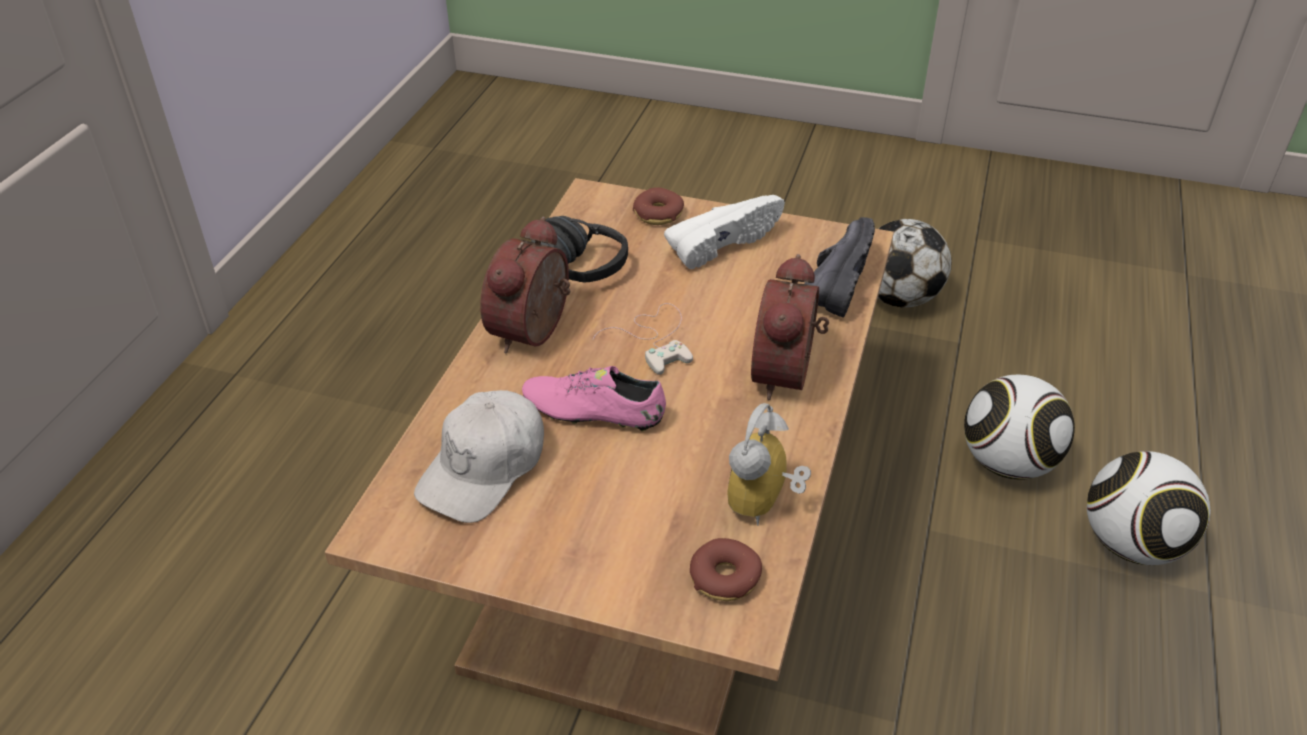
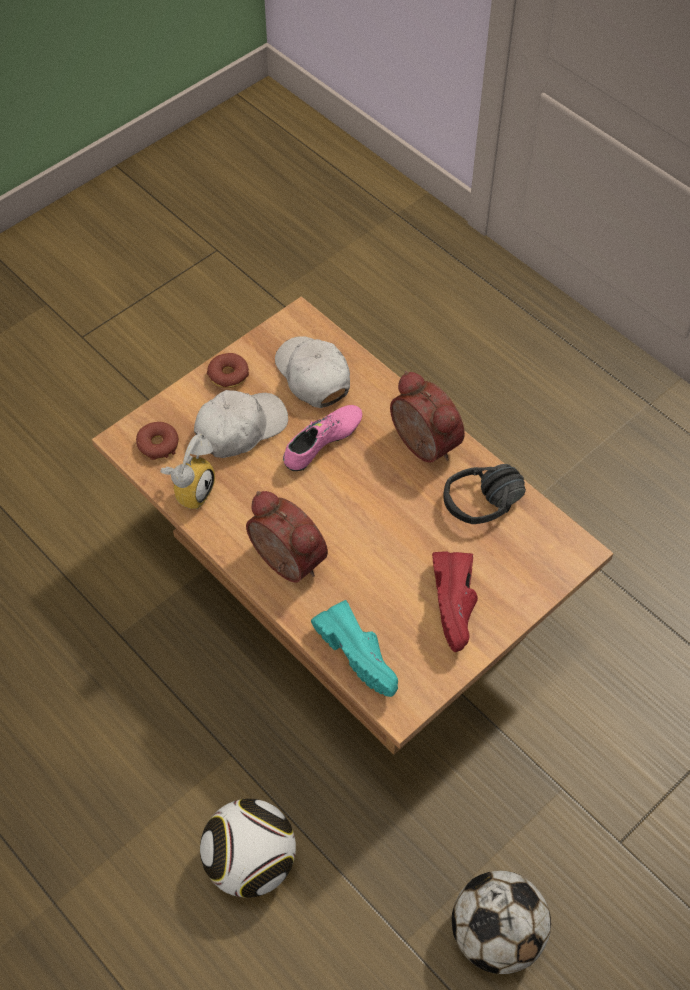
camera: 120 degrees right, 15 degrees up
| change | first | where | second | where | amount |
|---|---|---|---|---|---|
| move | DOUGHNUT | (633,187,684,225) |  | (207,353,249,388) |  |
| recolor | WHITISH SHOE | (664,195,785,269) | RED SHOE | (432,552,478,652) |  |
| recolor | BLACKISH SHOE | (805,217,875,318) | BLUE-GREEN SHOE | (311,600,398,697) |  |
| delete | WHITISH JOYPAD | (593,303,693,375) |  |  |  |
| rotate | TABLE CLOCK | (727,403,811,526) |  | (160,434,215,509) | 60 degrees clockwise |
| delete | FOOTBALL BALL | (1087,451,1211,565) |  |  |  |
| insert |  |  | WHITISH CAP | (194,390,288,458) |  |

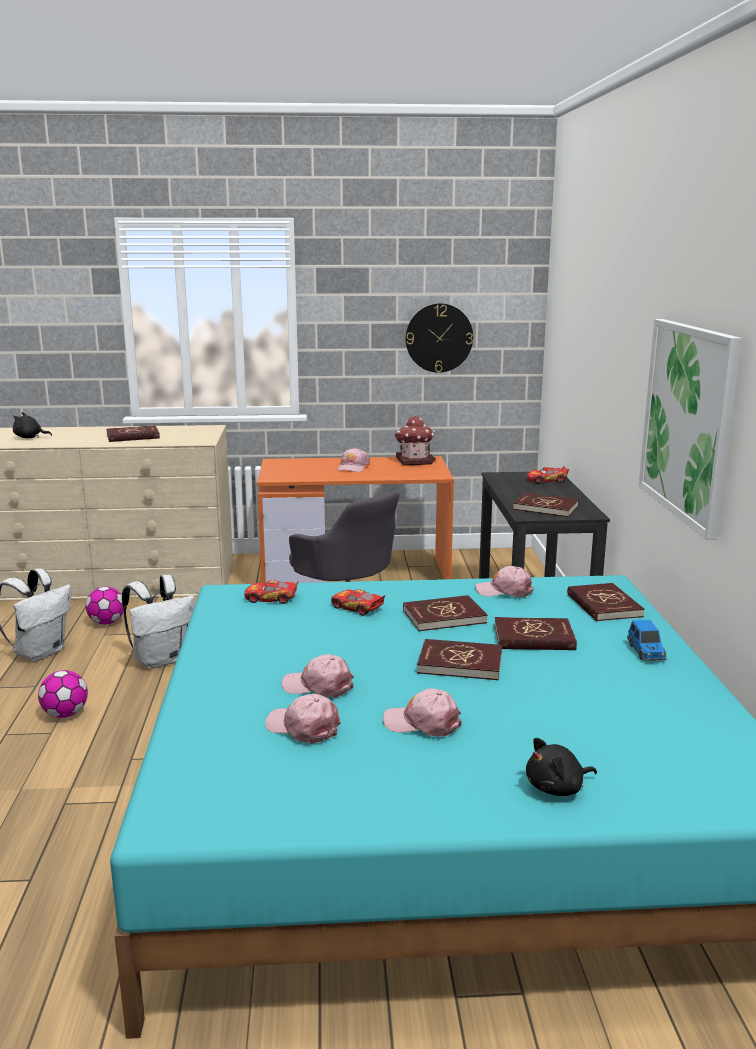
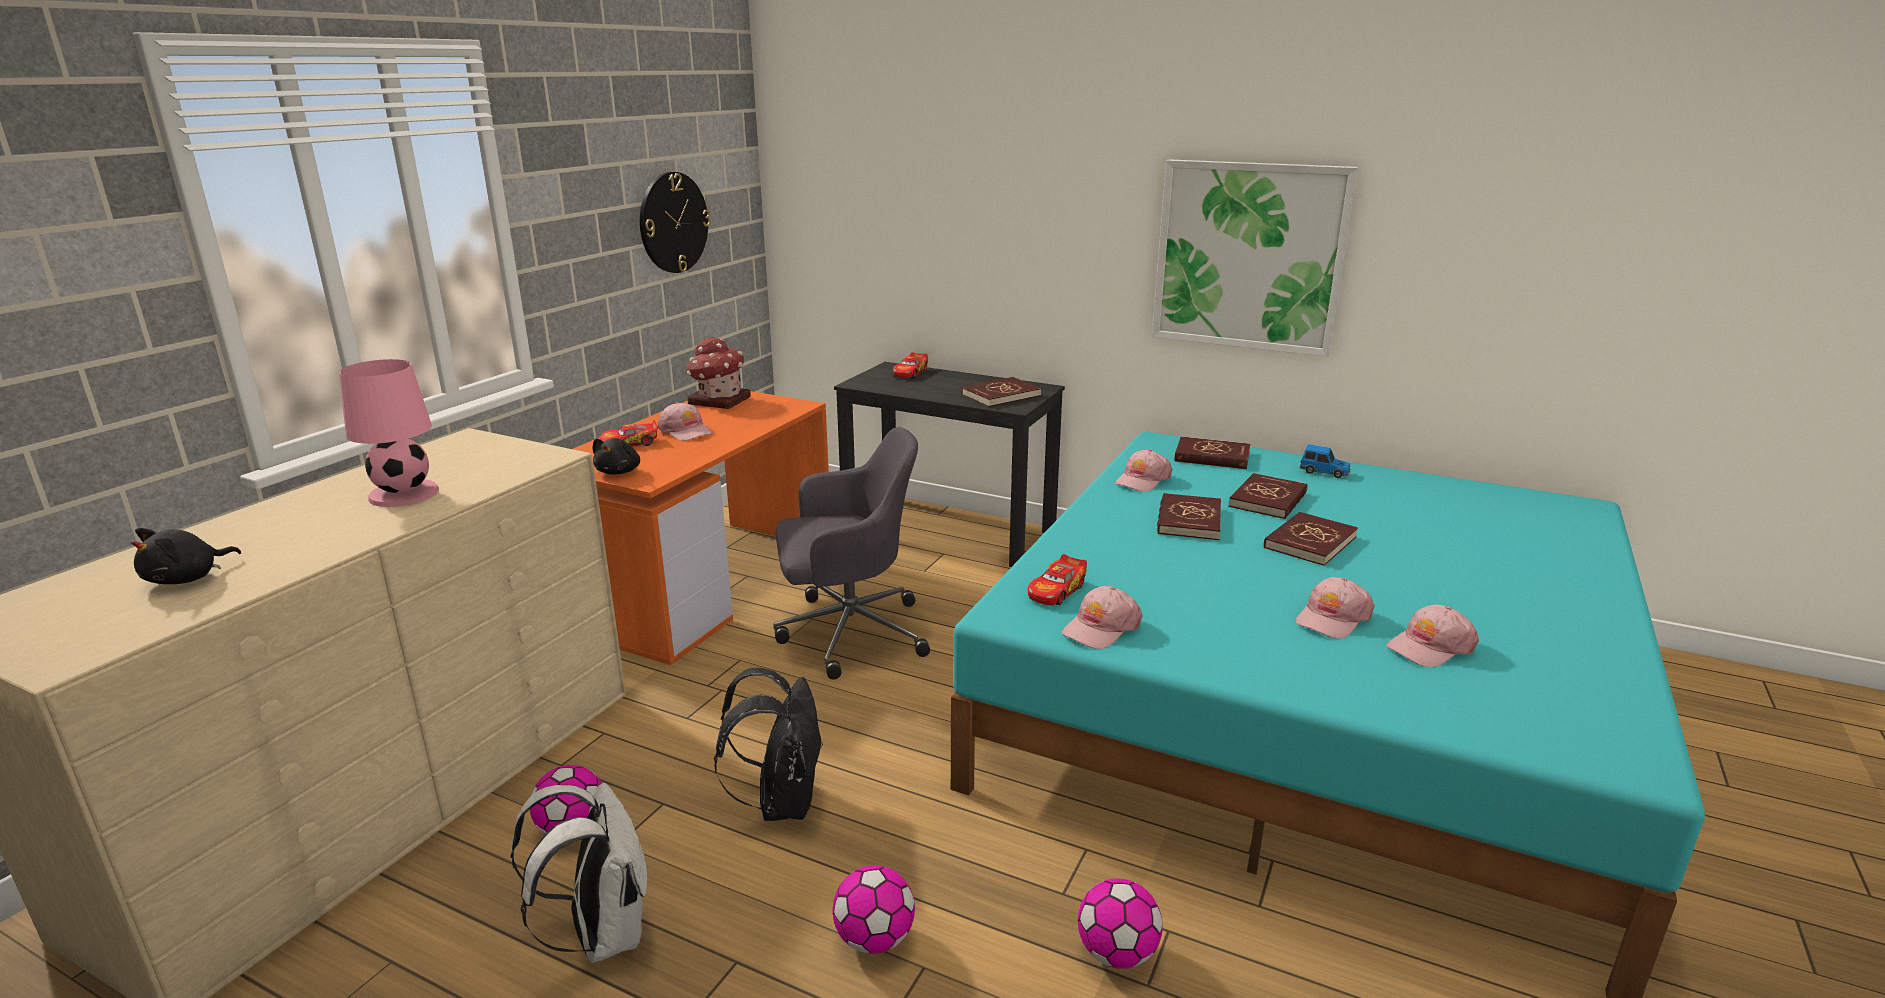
camera: 60 degrees left, 5 degrees up
| change | first | where | second | where | amount |
|---|---|---|---|---|---|
| replace | RED VOLUME | (106,425,160,442) | PINKISH TABLE LAMP | (339,359,439,507) |  |
| recolor | WHITISH RUCKSACK | (122,575,195,669) | BLACKISH RUCKSACK | (714,668,823,821) |  |
| move | MODEL CAR | (331,589,385,616) |  | (599,420,659,447) |  |
| move | PINKISH CAP | (383,688,462,737) |  | (1061,586,1142,649) |  |
| move | BLACKISH PLUSH TOY | (526,738,597,796) |  | (593,438,640,475) |  |
| insert |  |  | FOOTBALL BALL | (1078,879,1163,969) |  |

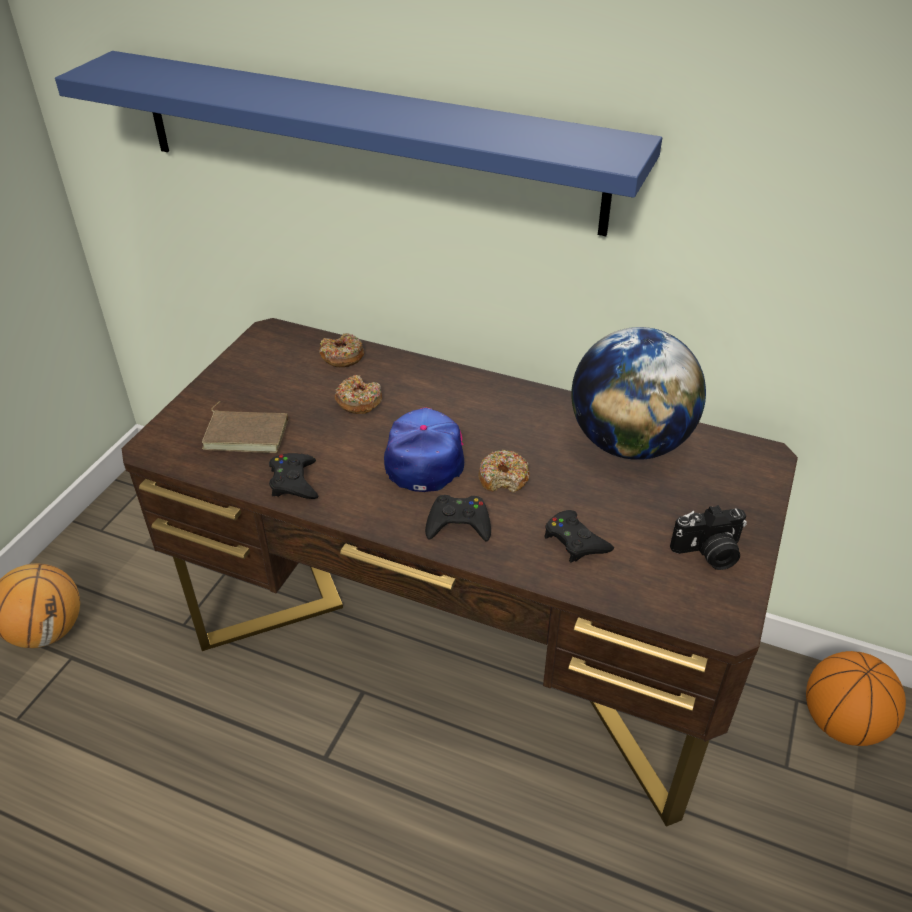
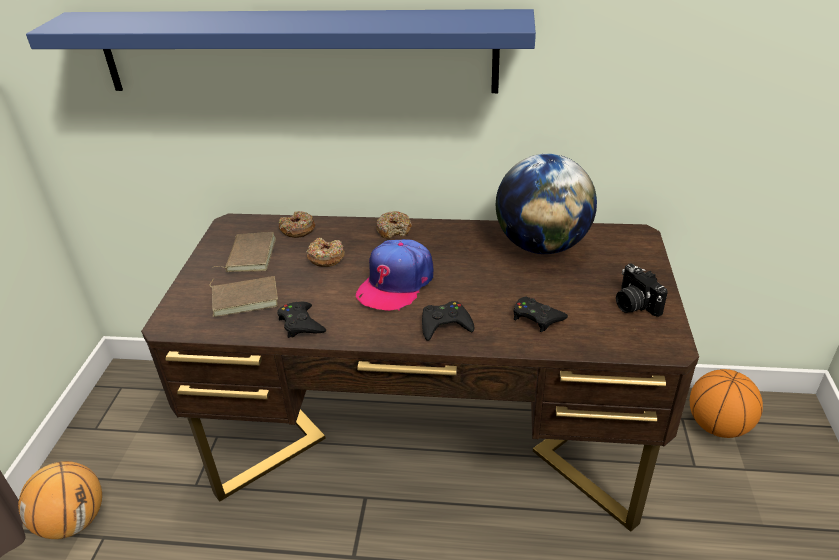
camera: 15 degrees left, 5 degrees down
| change | first | where | second | where | amount |
|---|---|---|---|---|---|
| rotate | CAP | (384,407,464,492) |  | (356,239,434,311) | 135 degrees counterclockwise |
| move | DOUGHNUT | (478,450,530,493) |  | (376,211,412,239) |  |
| rotate | PHOTO CAMERA | (670,505,747,570) |  | (616,264,668,317) | 90 degrees clockwise |
| insert |  |  | BROWNISH VOLUME | (212,232,276,272) |  |

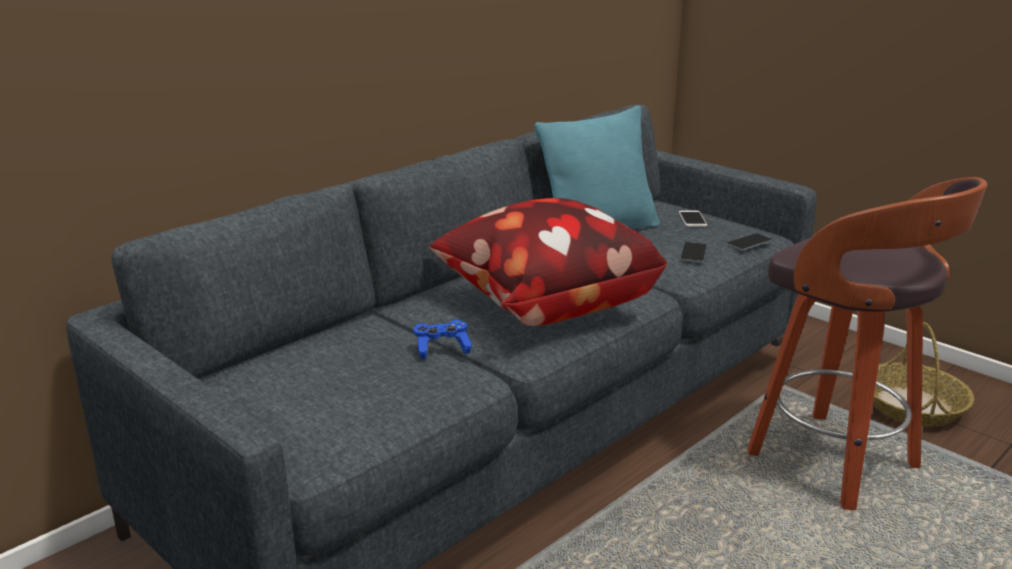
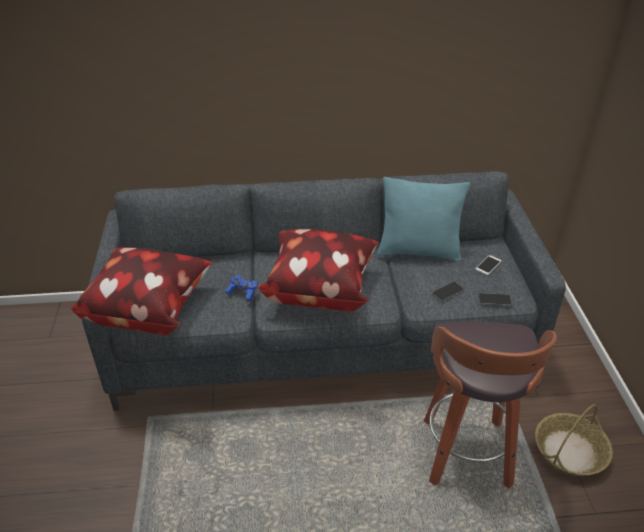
camera: 40 degrees right, 15 degrees up
| change | first | where | second | where | amount |
|---|---|---|---|---|---|
| insert |  |  | THROW PILLOW | (69,247,212,335) |  |

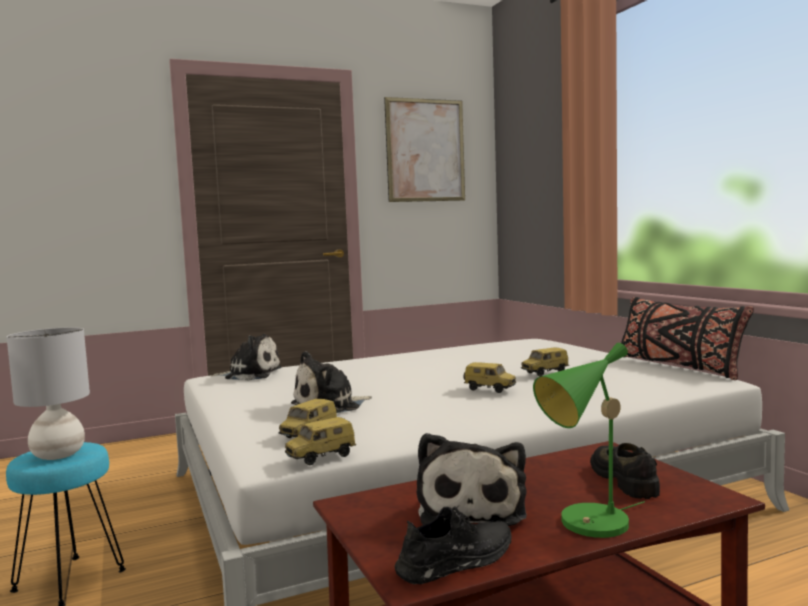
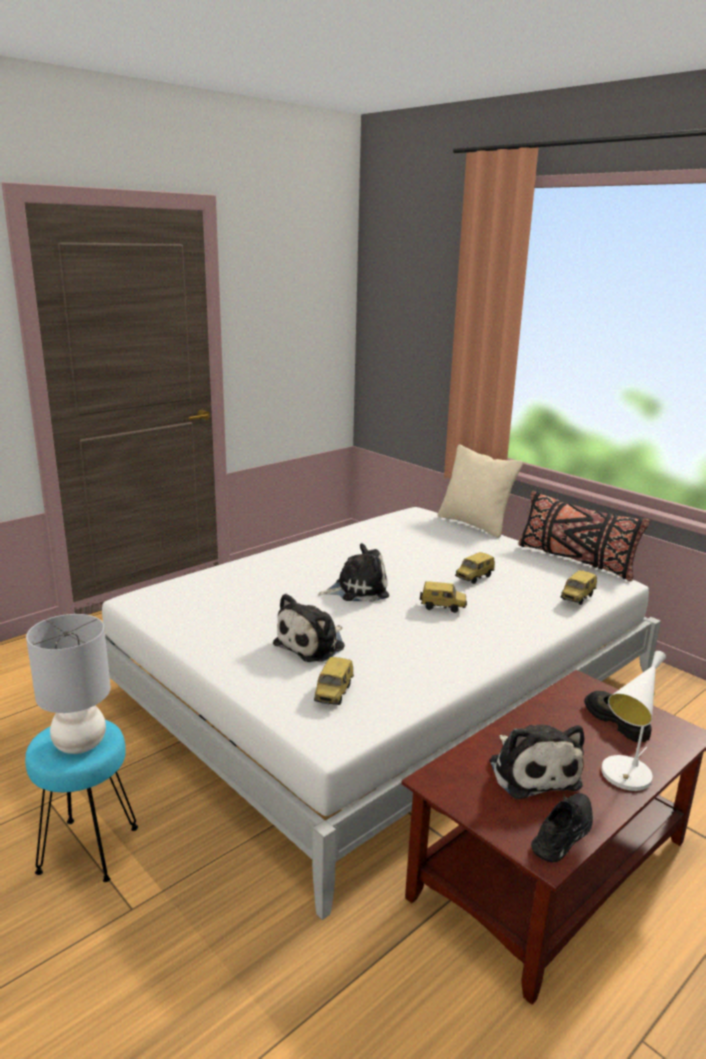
camera: 20 degrees left, 15 degrees up
| change | first | where | second | where | amount |
|---|---|---|---|---|---|
| delete | WALL ART | (384,97,465,202) |  |  |  |
| move | PLUSH TOY | (211,334,282,381) |  | (318,543,389,602) |  |
| recolor | GREEN-COLOURED TABLE LAMP | (533,343,645,538) | WHITISH TABLE LAMP | (602,651,666,791) |  |
| move | MODEL CAR | (285,417,356,465) |  | (560,570,597,605) |  |
| insert |  |  | BEIGE-COLOURED THROW PILLOW | (438,444,523,538) |  |

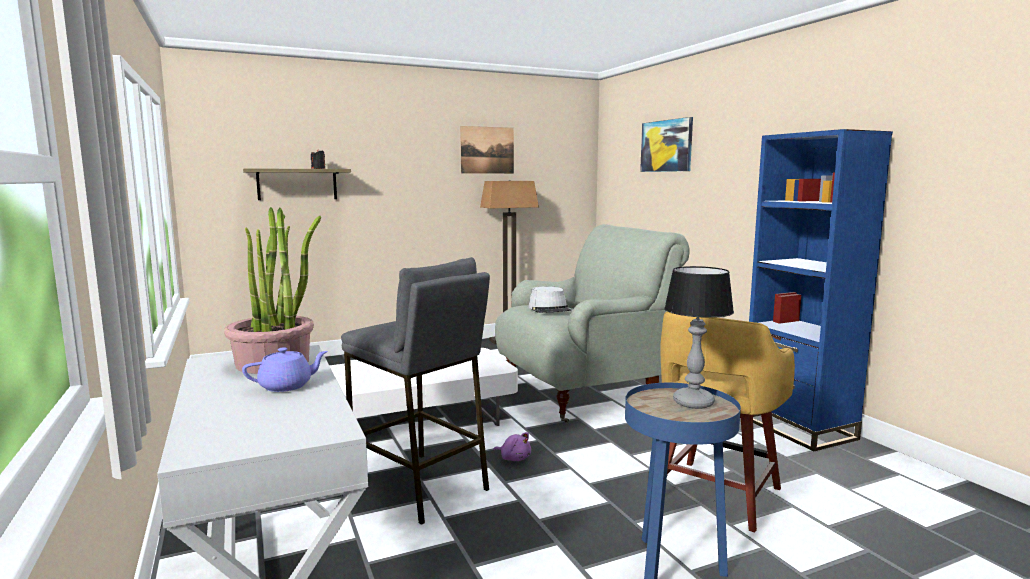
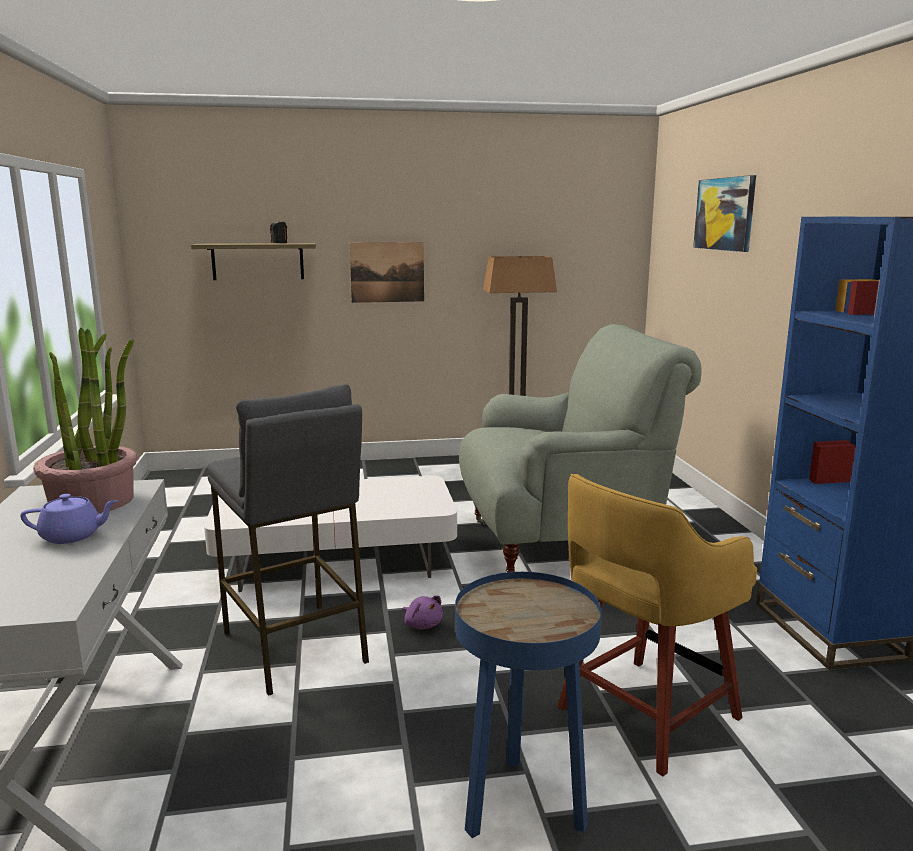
camera: 15 degrees right, 5 degrees up
| change | first | where | second | where | amount |
|---|---|---|---|---|---|
| move | WALL ART | (460,126,514,174) |  | (350,242,424,303) |  |
| delete | TABLE LAMP | (664,266,734,409) |  |  |  |
| delete | GREY CLOTHING HAT | (529,286,572,313) |  |  |  |

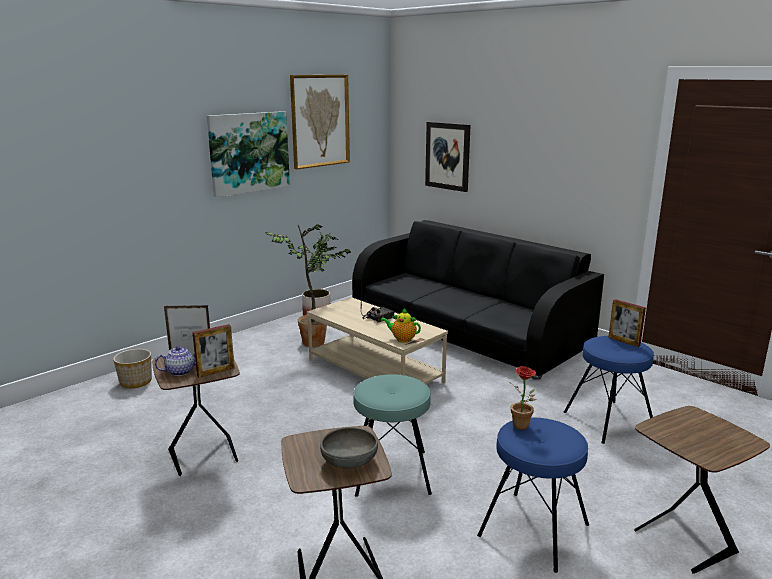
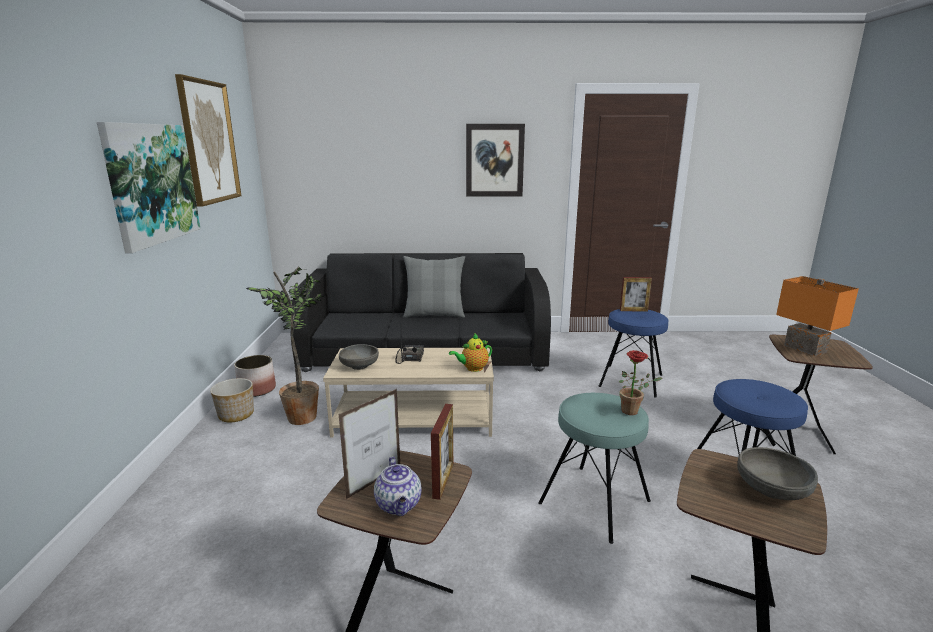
camera: 45 degrees left, 0 degrees up
| change | first | where | second | where | amount |
|---|---|---|---|---|---|
| move | WALL ART | (425,122,471,192) |  | (466,124,525,197) |  |
| rotate | TEA POT | (155,346,196,376) |  | (374,456,422,516) | 150 degrees clockwise |
| move | PLANTER | (113,349,152,388) |  | (210,378,254,422) |  |
| move | POTTED PLANT | (511,366,537,430) |  | (619,350,662,415) |  |
| insert |  |  | GREY THROW PILLOW | (403,256,465,318) |  |
| insert |  |  | ORANGE-COLOURED TABLE LAMP | (776,276,859,356) |  |
| insert |  |  | GREY SERVING BOWL | (339,344,379,370) |  |

